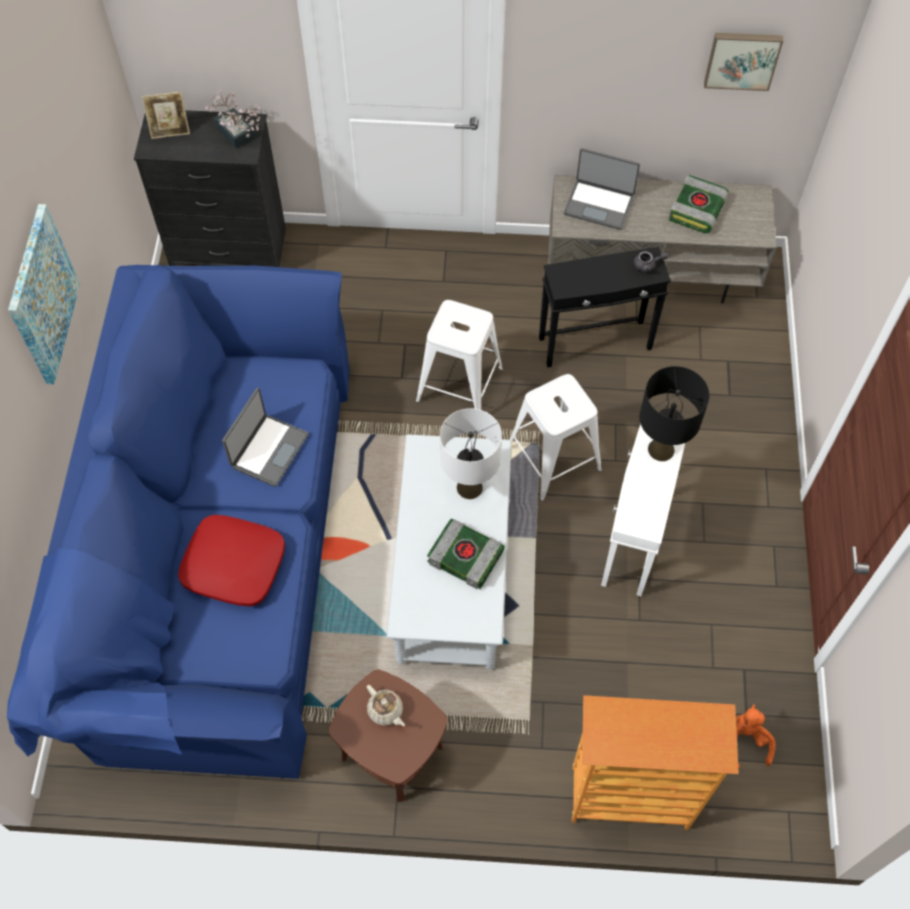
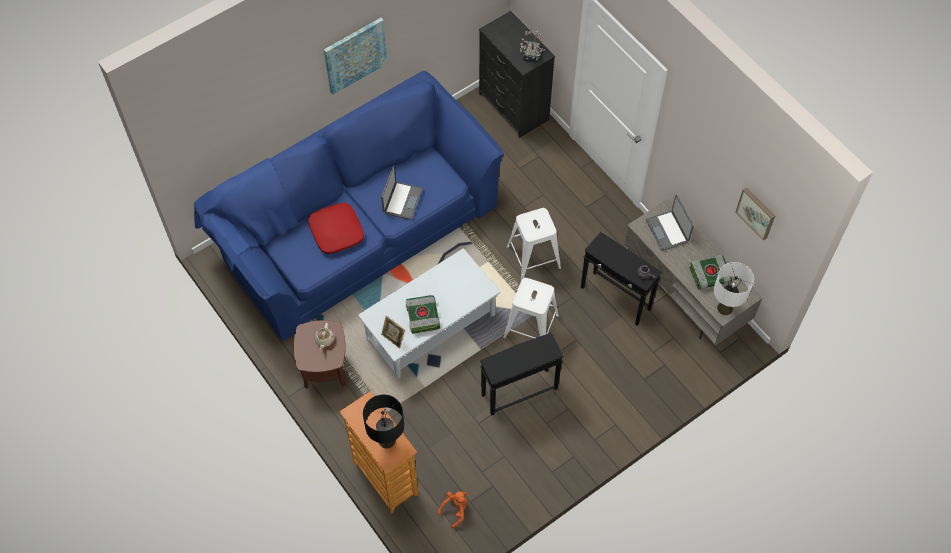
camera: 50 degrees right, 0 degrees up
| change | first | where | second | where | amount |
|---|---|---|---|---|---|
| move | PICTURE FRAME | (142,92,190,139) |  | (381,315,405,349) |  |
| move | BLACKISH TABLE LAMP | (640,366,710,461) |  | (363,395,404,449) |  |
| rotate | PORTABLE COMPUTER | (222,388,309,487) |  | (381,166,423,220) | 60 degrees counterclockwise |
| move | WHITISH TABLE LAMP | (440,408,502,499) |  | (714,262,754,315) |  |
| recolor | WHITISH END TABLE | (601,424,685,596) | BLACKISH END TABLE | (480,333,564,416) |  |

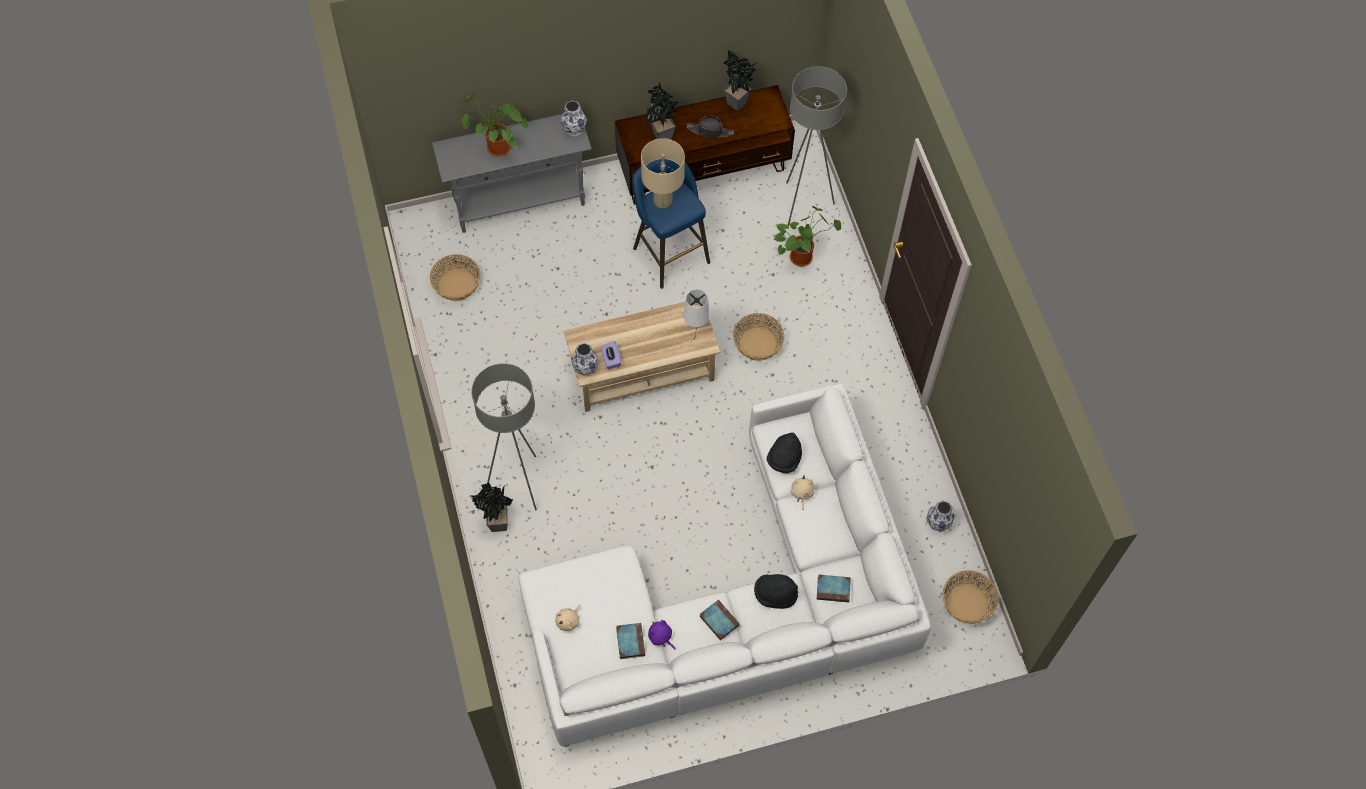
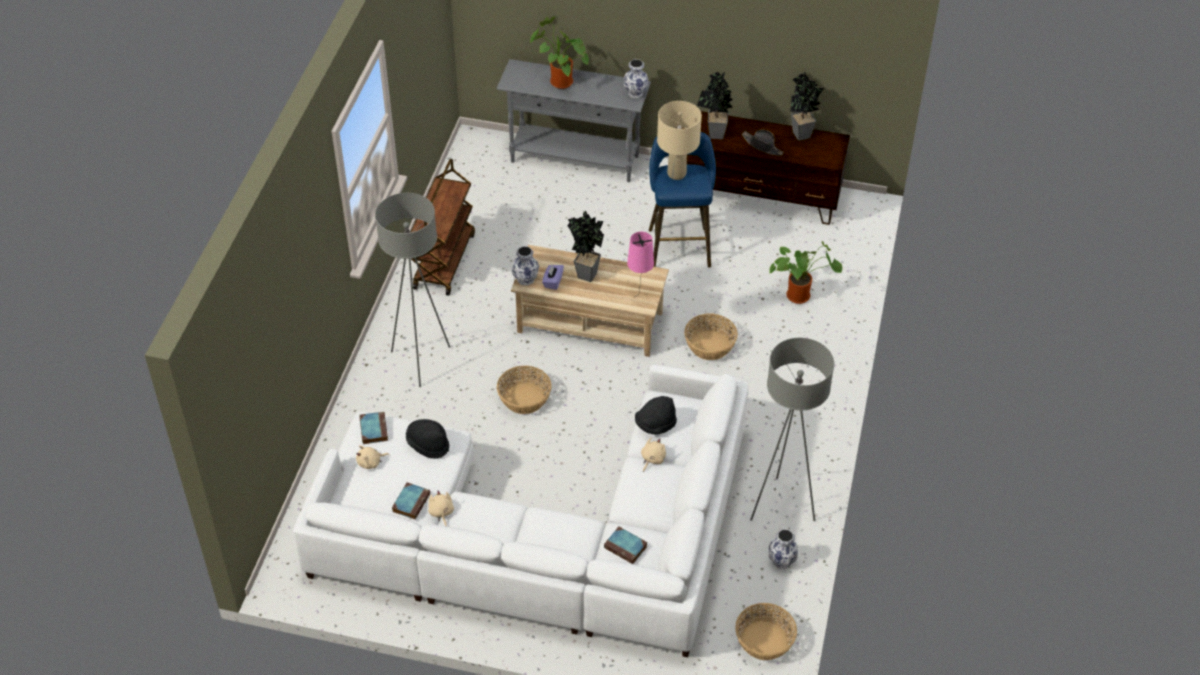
camera: 30 degrees right, 15 degrees down
| change | first | where | second | where | amount |
|---|---|---|---|---|---|
| move | GREY STANDING LAMP | (786,66,847,226) |  | (750,338,834,521) |  |
| move | BASKET | (430,254,480,301) |  | (497,366,552,414) |  |
| recolor | WHITISH TABLE LAMP | (683,289,710,342) | PINKISH TABLE LAMP | (627,232,654,298) |  |
| move | POTTED PLANT | (471,483,513,532) |  | (568,211,604,282) |  |
| move | BLACKISH CLOTHING HAT | (754,574,798,609) |  | (406,419,449,459) |  |
| move | VOLUME | (700,600,740,641) |  | (360,412,388,444) |  |
| recolor | PURPLISH PLUSH TOY | (648,620,675,650) | BEIGE-COLOURED PLUSH TOY | (428,490,454,526) |  |
| insert |  |  | BROWNISH CART | (411,159,475,296) |  |

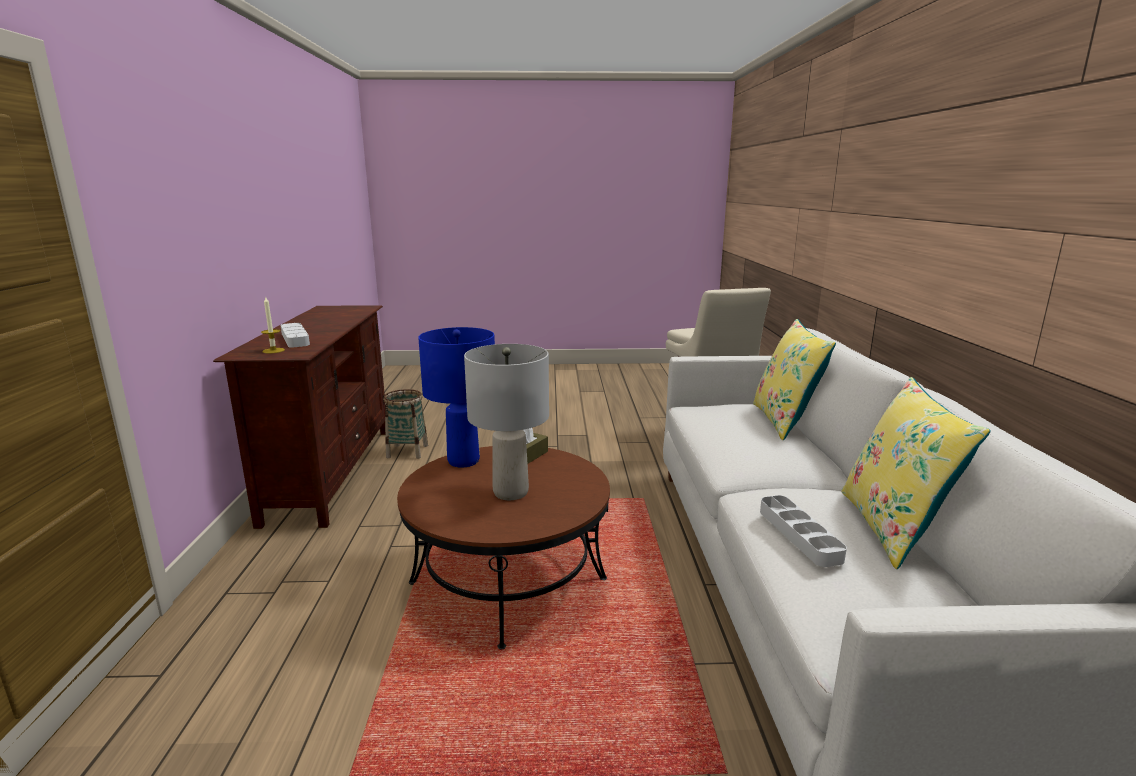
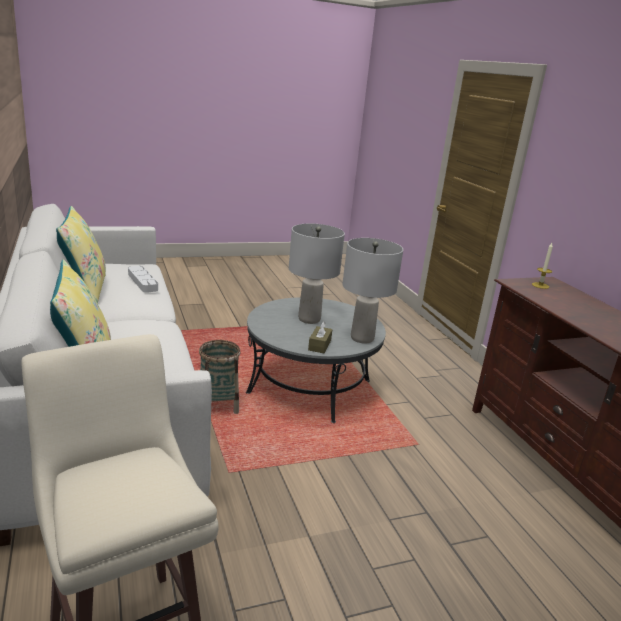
camera: 160 degrees right, 5 degrees up
| change | first | where | second | where | amount |
|---|---|---|---|---|---|
| delete | GREY CARRYING TRAY | (281,323,310,347) |  |  |  |
| recolor | BLUE TABLE LAMP | (418,327,495,468) | GREY TABLE LAMP | (342,238,403,344) |  |
| move | BASKET | (383,389,428,459) |  | (199,340,241,414) |  |
| recolor | BROWNISH LOUNGE TABLE | (397,446,610,650) | GREY LOUNGE TABLE | (246,297,386,423) |  |

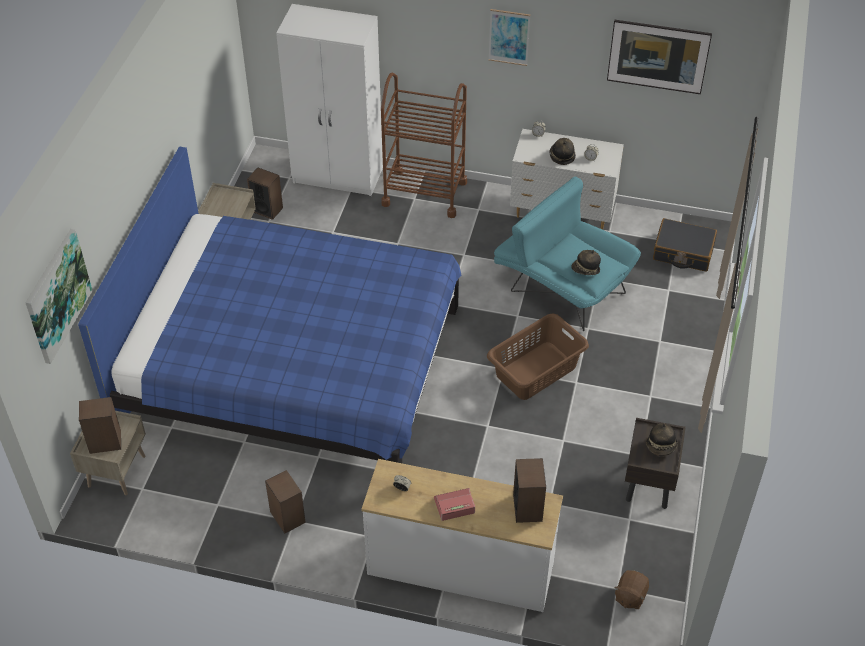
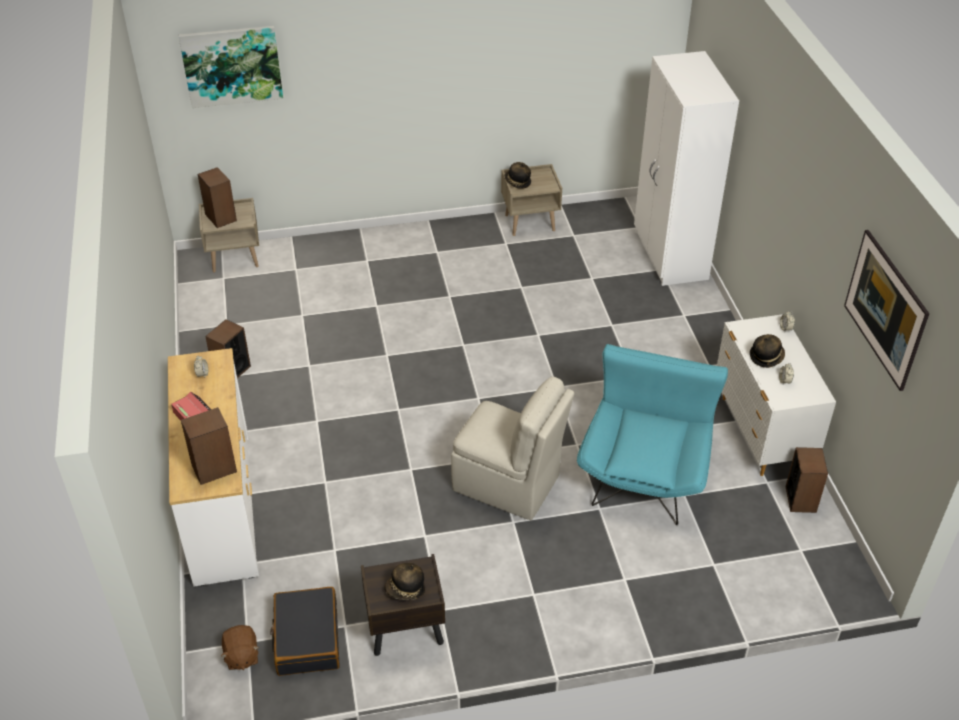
camera: 65 degrees right, 5 degrees down
| change | first | where | second | where | amount |
|---|---|---|---|---|---|
| delete | WALL ART | (489,9,531,66) |  |  |  |
| delete | BROWNISH CART | (381,73,467,218) |  |  |  |
| delete | BLUE BEDROOM BED | (78,146,461,463) |  |  |  |
| move | AUDIO SPEAKER | (247,167,283,220) |  | (785,447,828,513) |  |
| move | BLACKISH PIECE OF LUGGAGE | (653,218,717,271) |  | (270,587,340,676) |  |
| move | CLOTHING HAT | (572,250,601,275) |  | (504,162,531,189) |  |
| replace | BROWNISH WASHING BASKET | (487,314,589,400) | BEIGE-COLOURED CHAIR | (451,377,575,520) |  |
| rotate | BROWNISH PLUSH TOY | (614,570,649,609) |  | (221,625,259,670) | 105 degrees counterclockwise |

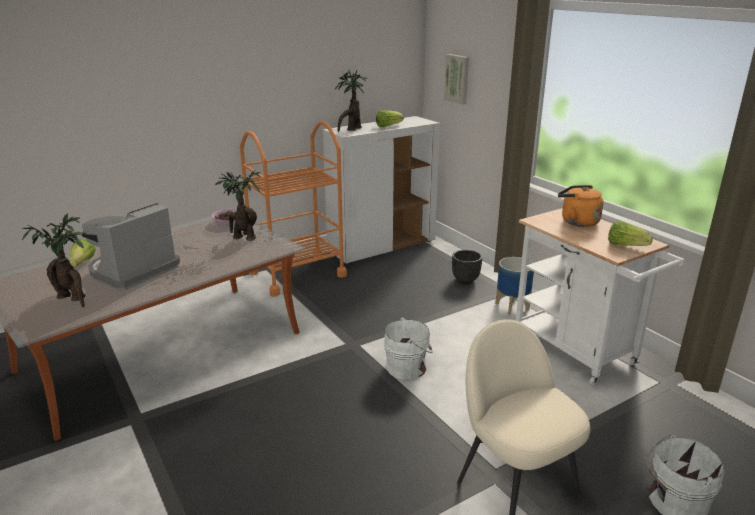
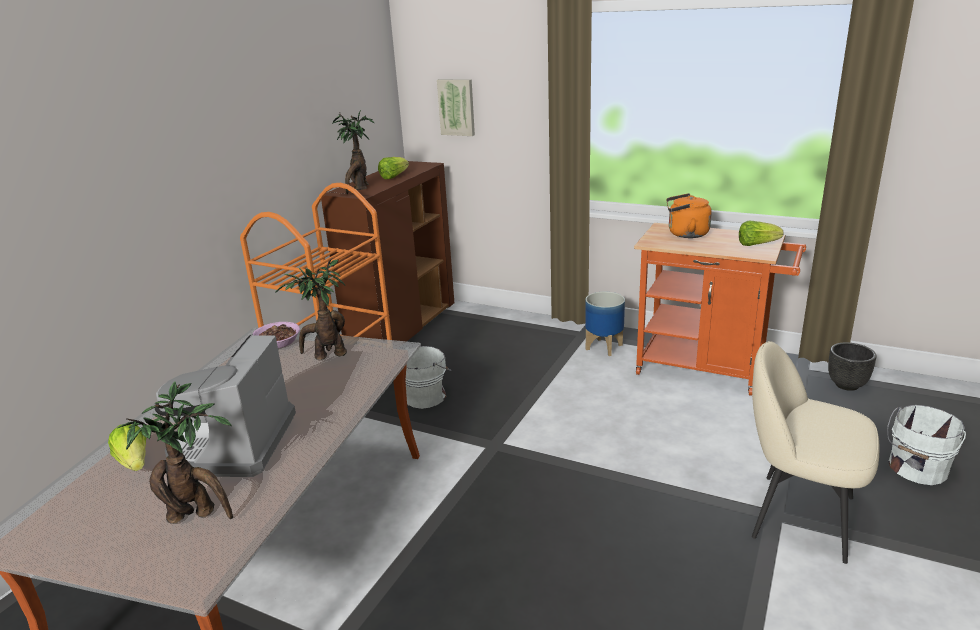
camera: 30 degrees left, 0 degrees up
| change | first | where | second | where | amount |
|---|---|---|---|---|---|
| recolor | WHITISH STORAGE CABINET | (323,116,440,264) | BROWNISH STORAGE CABINET | (321,161,454,341) |  |
| recolor | WHITISH CART | (516,208,685,385) | ORANGE-COLOURED CART | (634,223,806,396) |  |
| move | BLACKISH PLANTER | (452,250,482,284) |  | (828,342,876,391) |  |
| move | WHITISH PAIL | (384,317,432,379) |  | (405,346,451,409) |  |

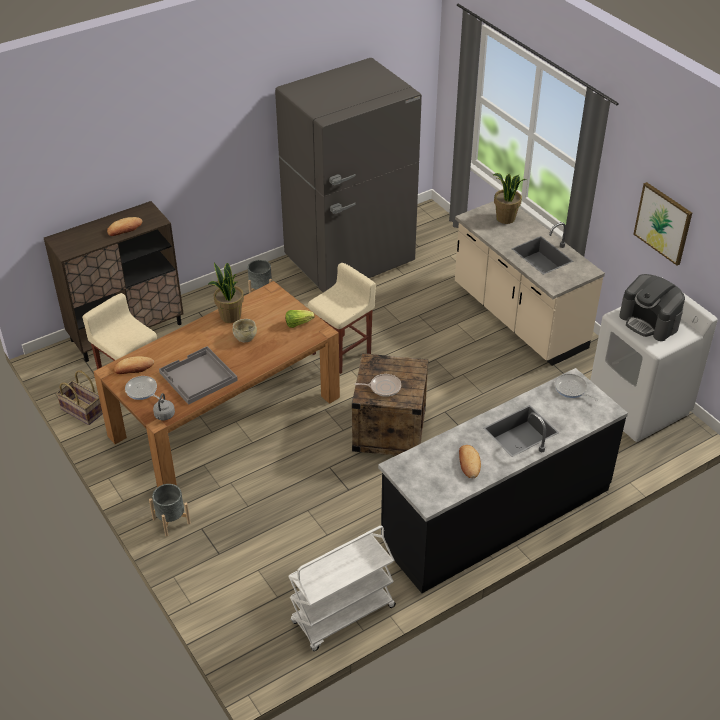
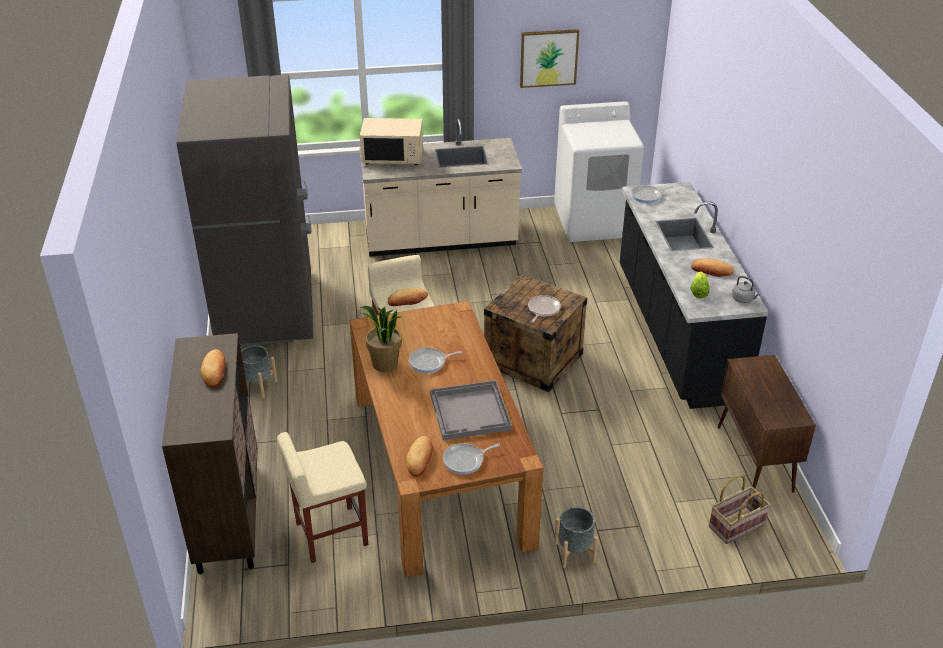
camera: 65 degrees left, 5 degrees down
| change | first | where | second | where | amount |
|---|---|---|---|---|---|
| replace | POTTED PLANT | (493,173,527,224) | BEIGE-COLOURED MICROWAVE | (360,118,423,165) |  |
| delete | COFFEE MACHINE | (619,274,685,341) |  |  |  |
| move | HEAD OF LETTUCE | (285,310,315,328) |  | (690,271,710,298) |  |
| replace | BEIGE-COLOURED SERVING BOWL | (232,319,257,342) | SKILLET | (409,348,462,373) |  |
| move | BASKET | (56,370,103,425) |  | (709,474,771,544) |  |
| move | GREY TEA KETTLE | (153,393,175,420) |  | (732,276,761,303) |  |
| replace | WHITISH CART | (288,526,396,651) | BROWNISH STORAGE CABINET | (718,355,816,493) |  |
| insert |  |  | BAKED BREAD | (388,288,428,306) |  |

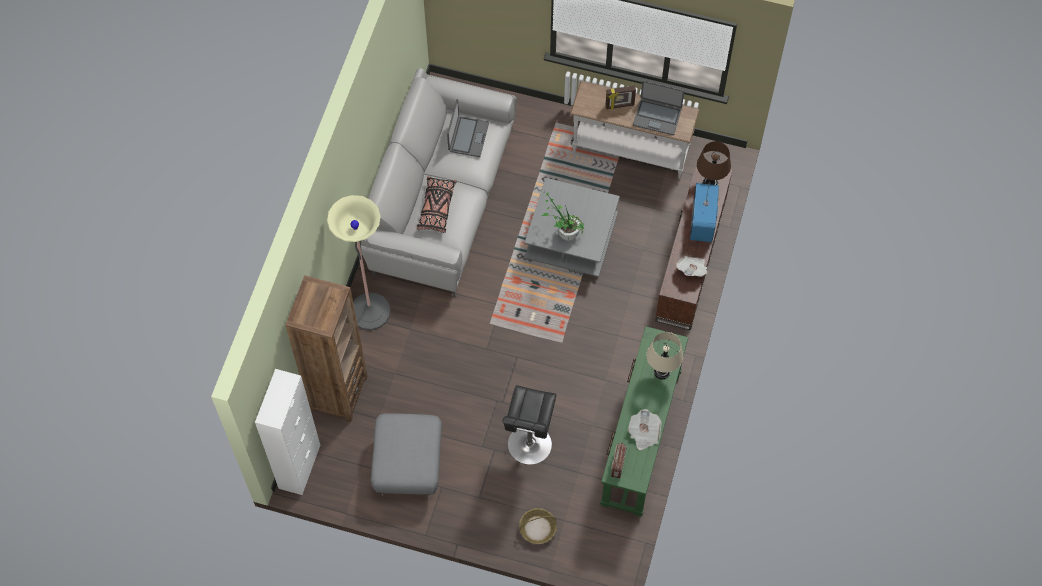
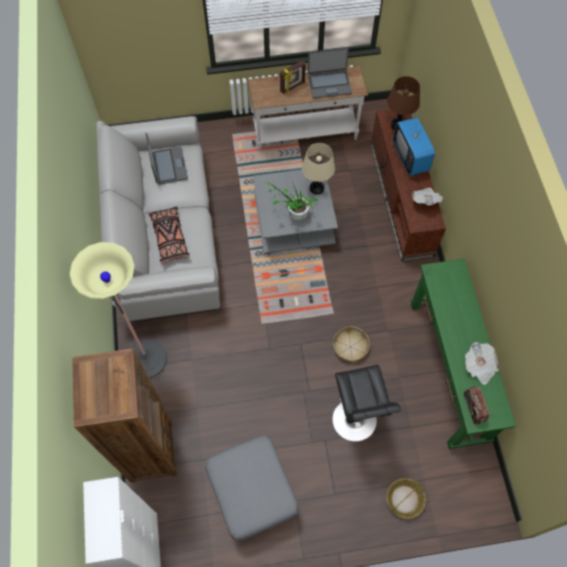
camera: 25 degrees left, 0 degrees up
| change | first | where | second | where | amount |
|---|---|---|---|---|---|
| move | BEIGE-COLOURED TABLE LAMP | (646,332,683,379) |  | (302,143,335,194) |  |
| insert |  |  | BASKET | (333,327,370,363) |  |

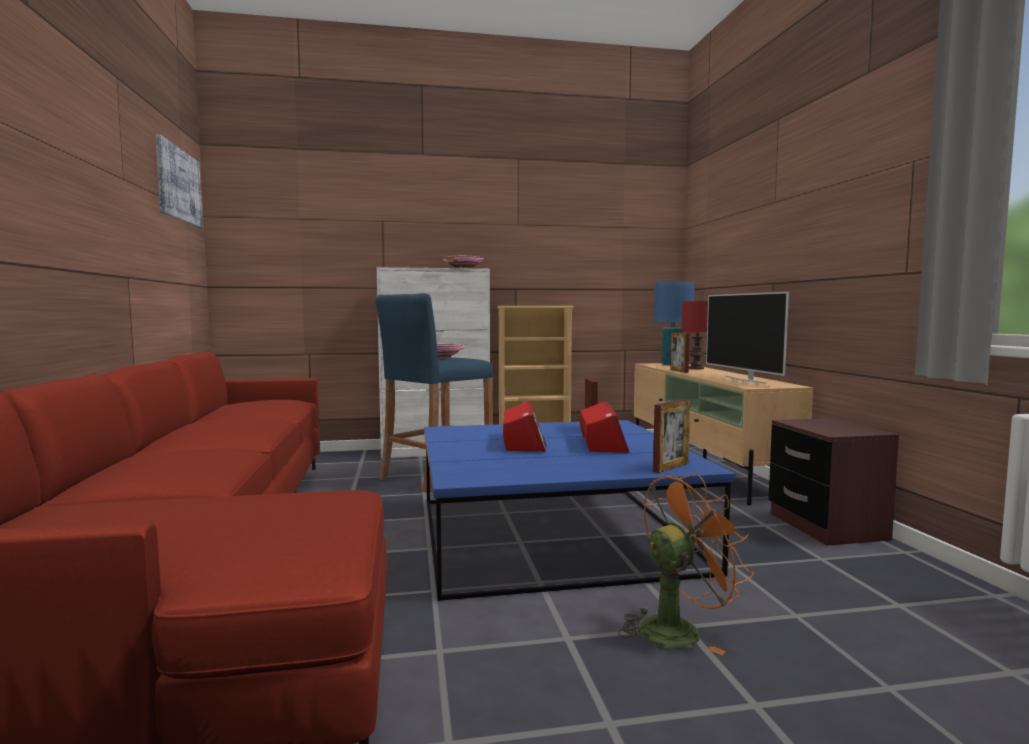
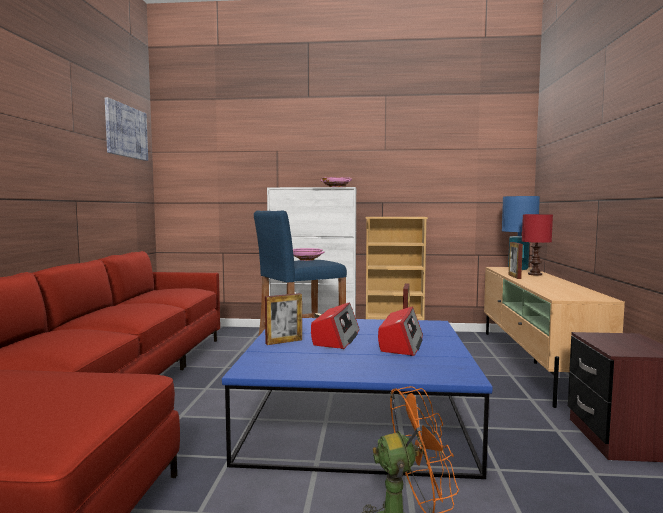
camera: 15 degrees right, 0 degrees up
| change | first | where | second | where | amount |
|---|---|---|---|---|---|
| delete | TELEVISION | (706,292,789,384) |  |  |  |
| move | PICTURE FRAME | (653,400,690,473) |  | (265,293,302,345) |  |

